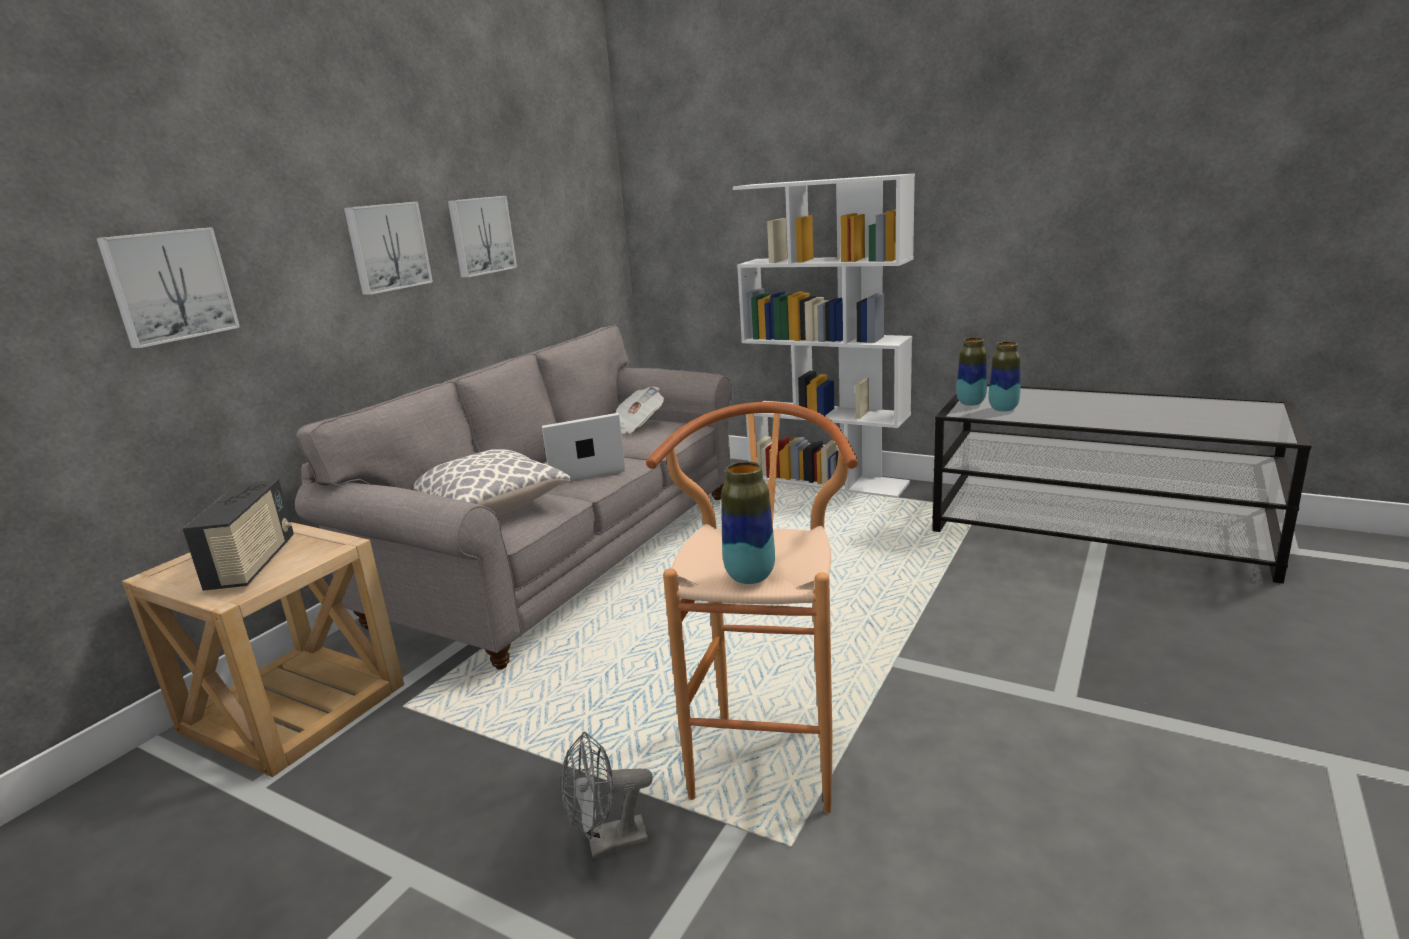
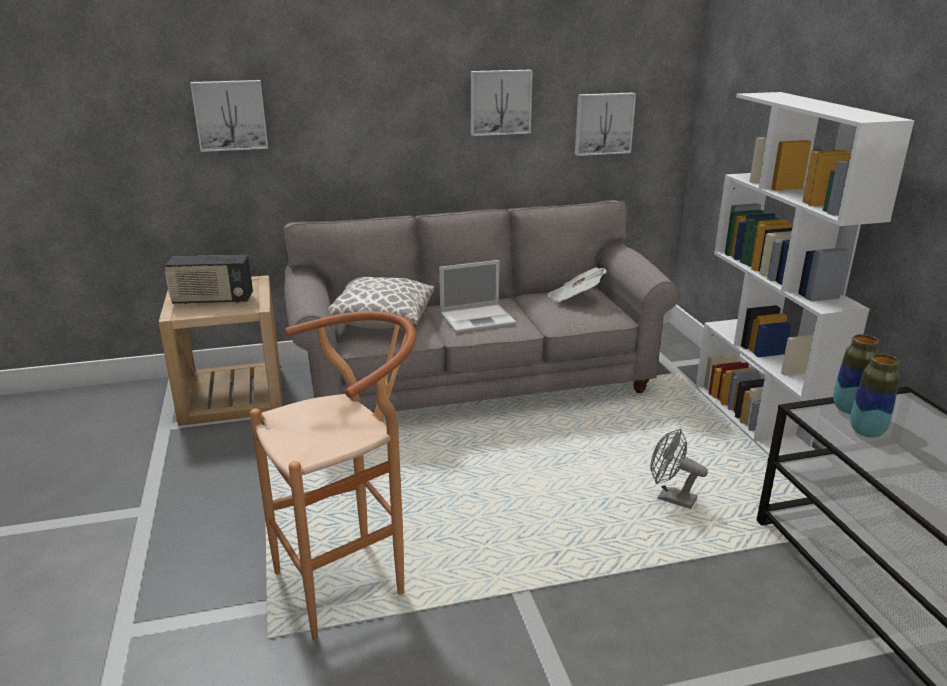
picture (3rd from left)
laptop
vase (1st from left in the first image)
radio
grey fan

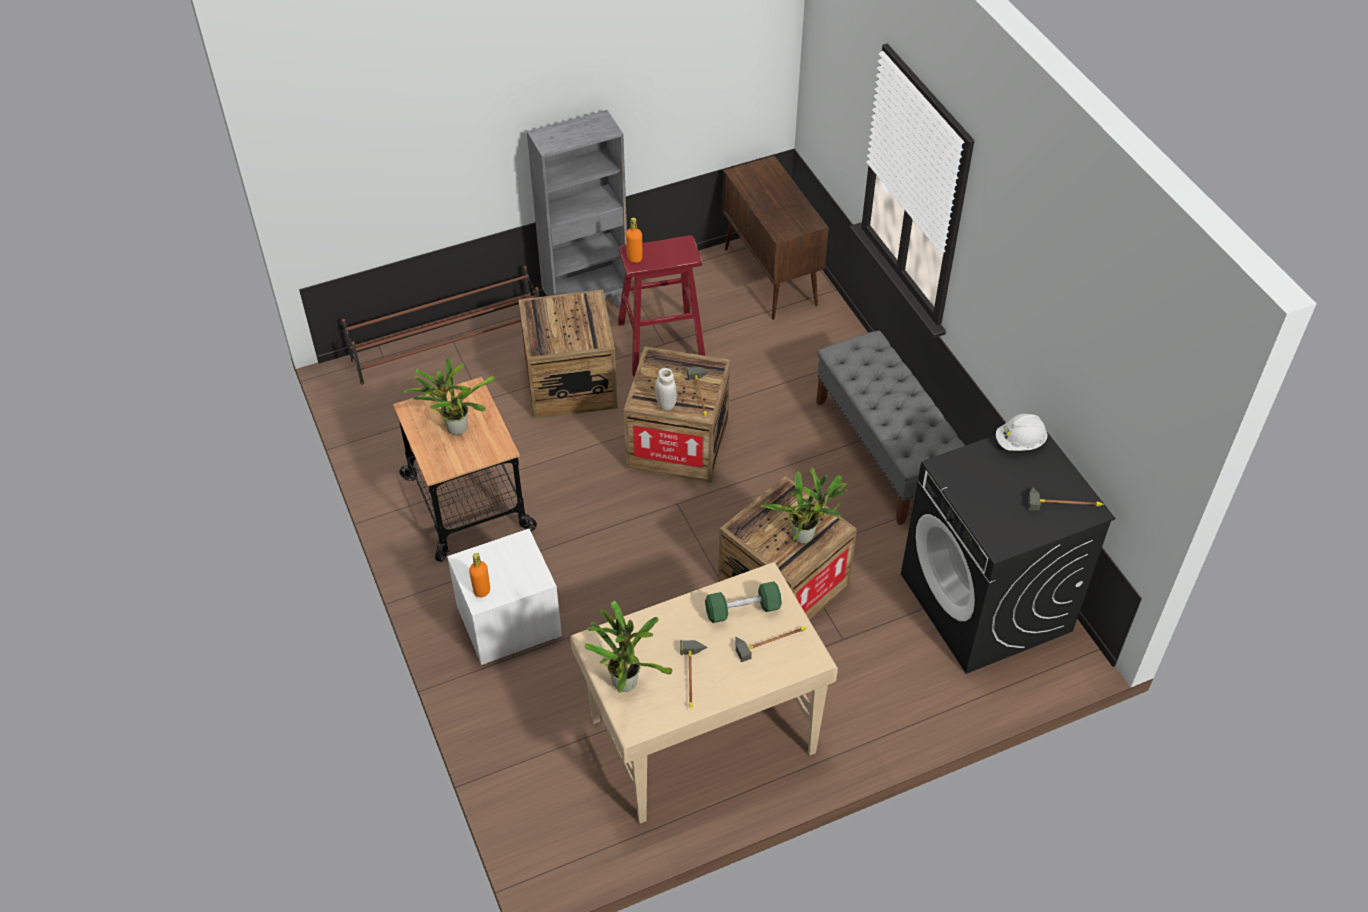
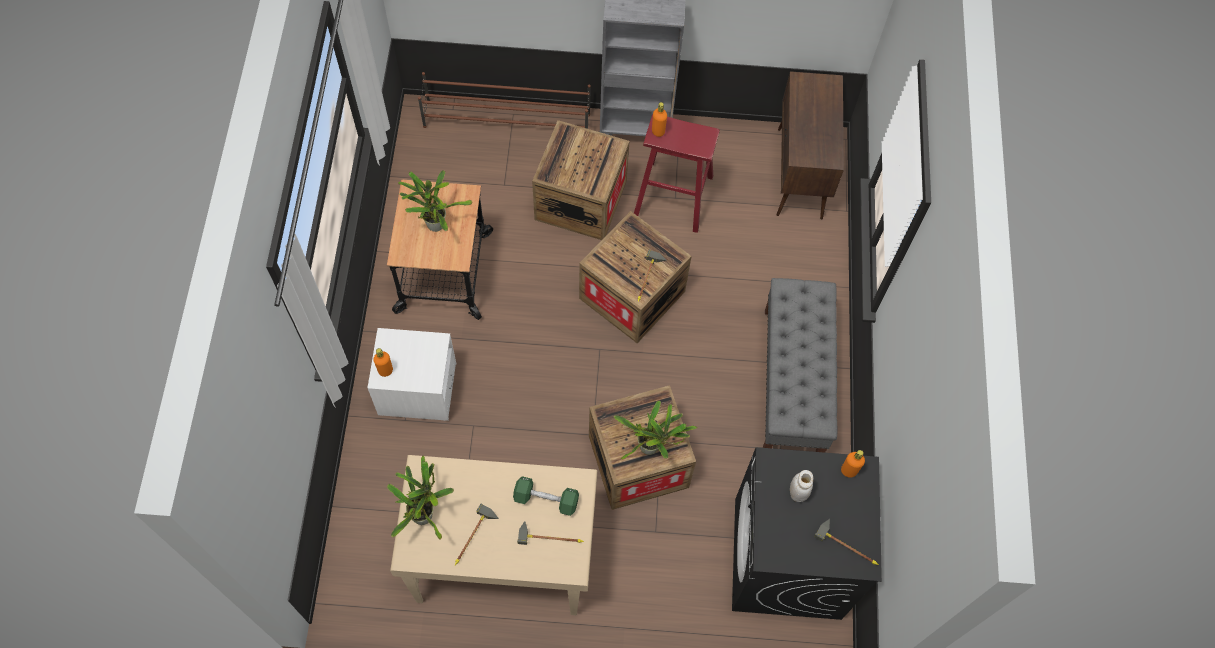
white jar
orange bottle (3rd from left)

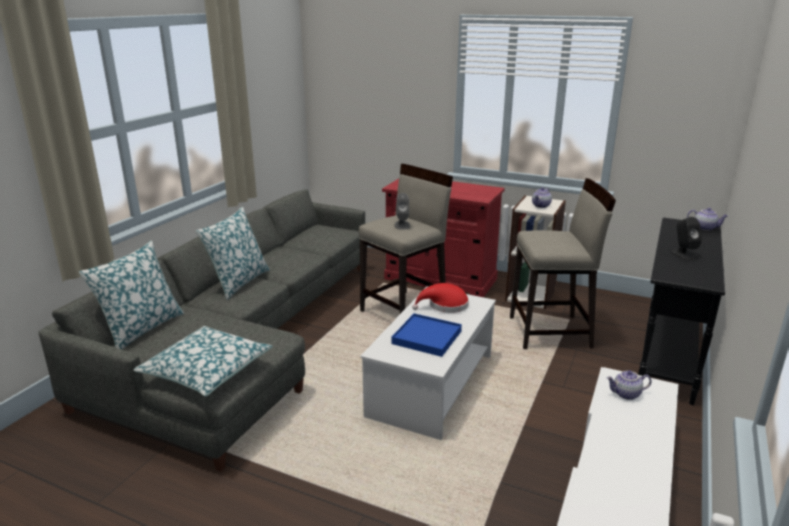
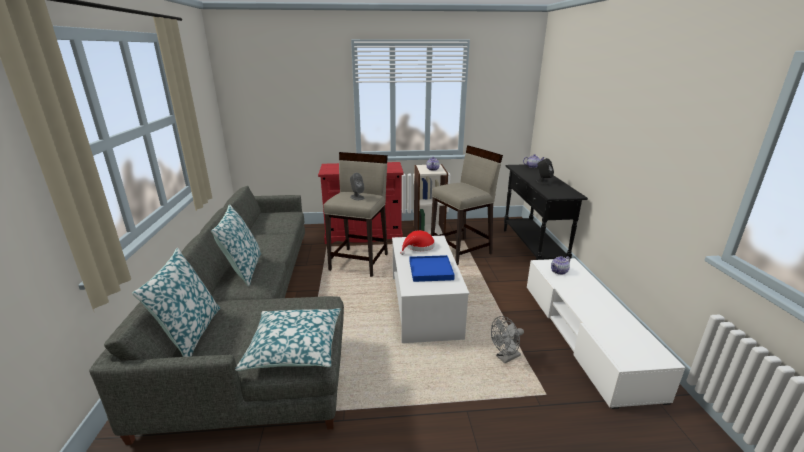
grey fan

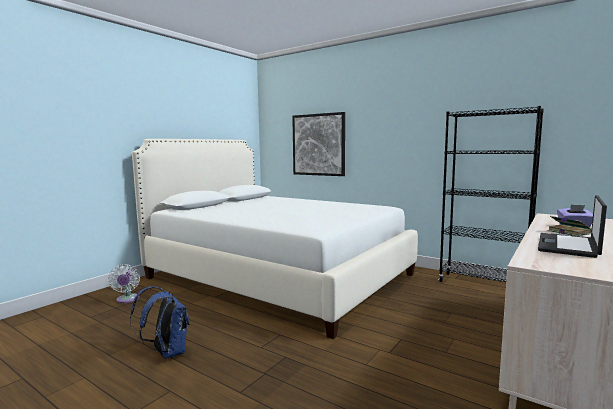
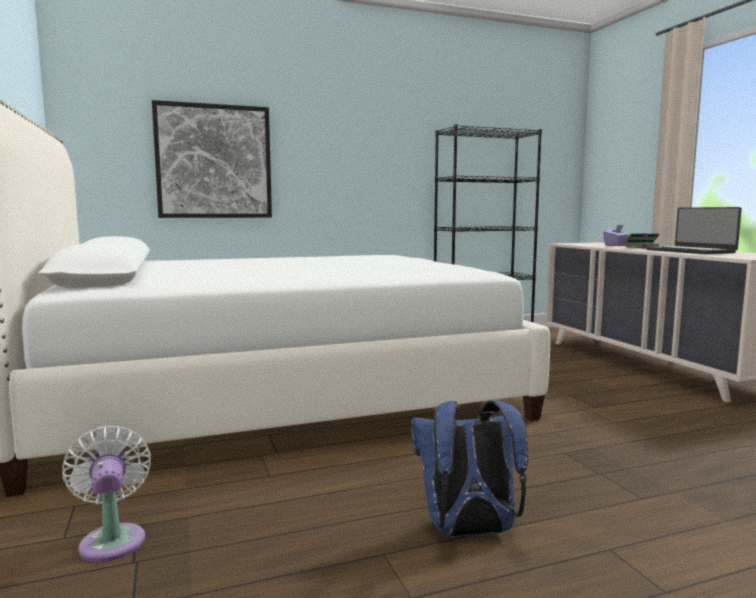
white fan

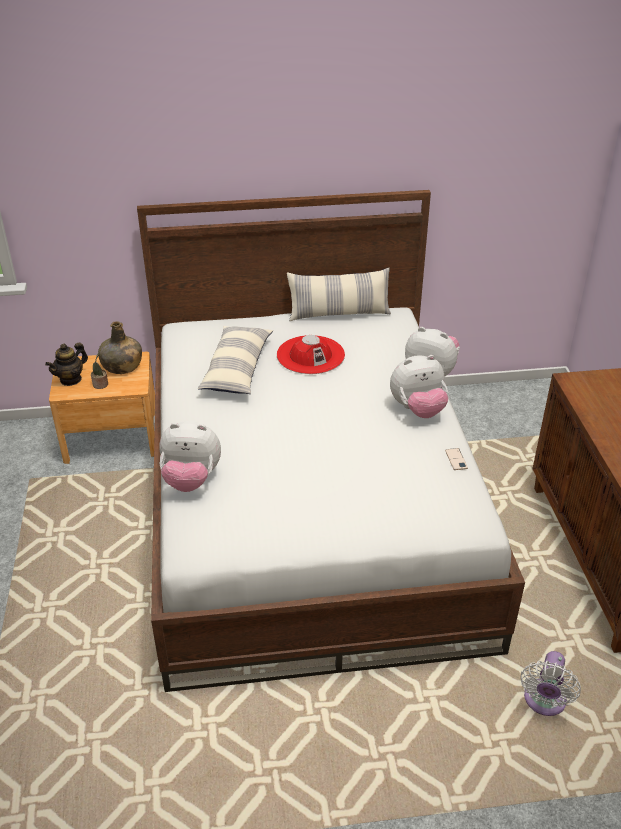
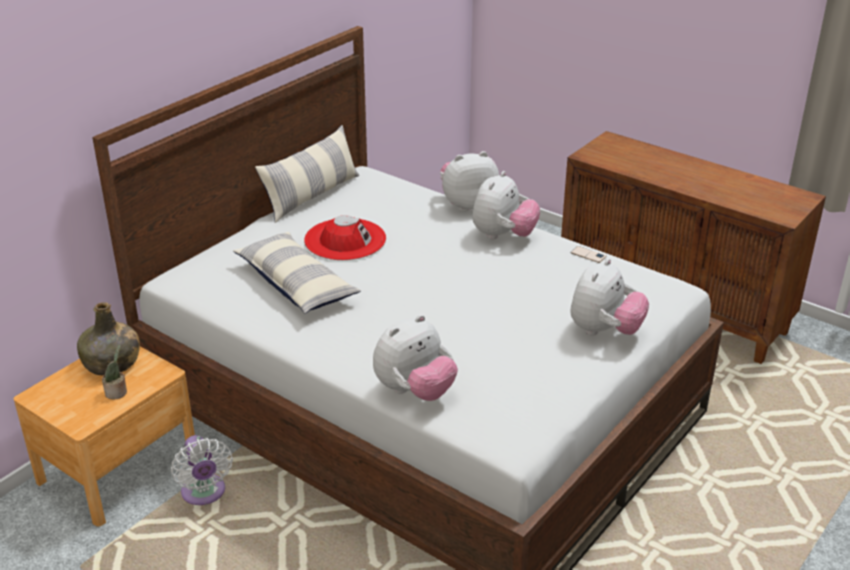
teapot
white fan
plush toy (4th from left)

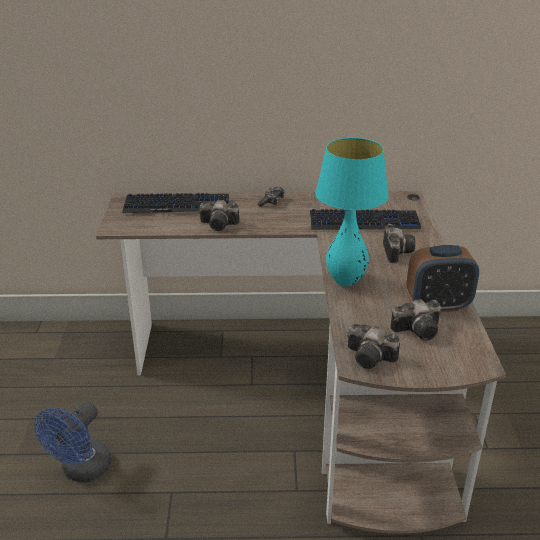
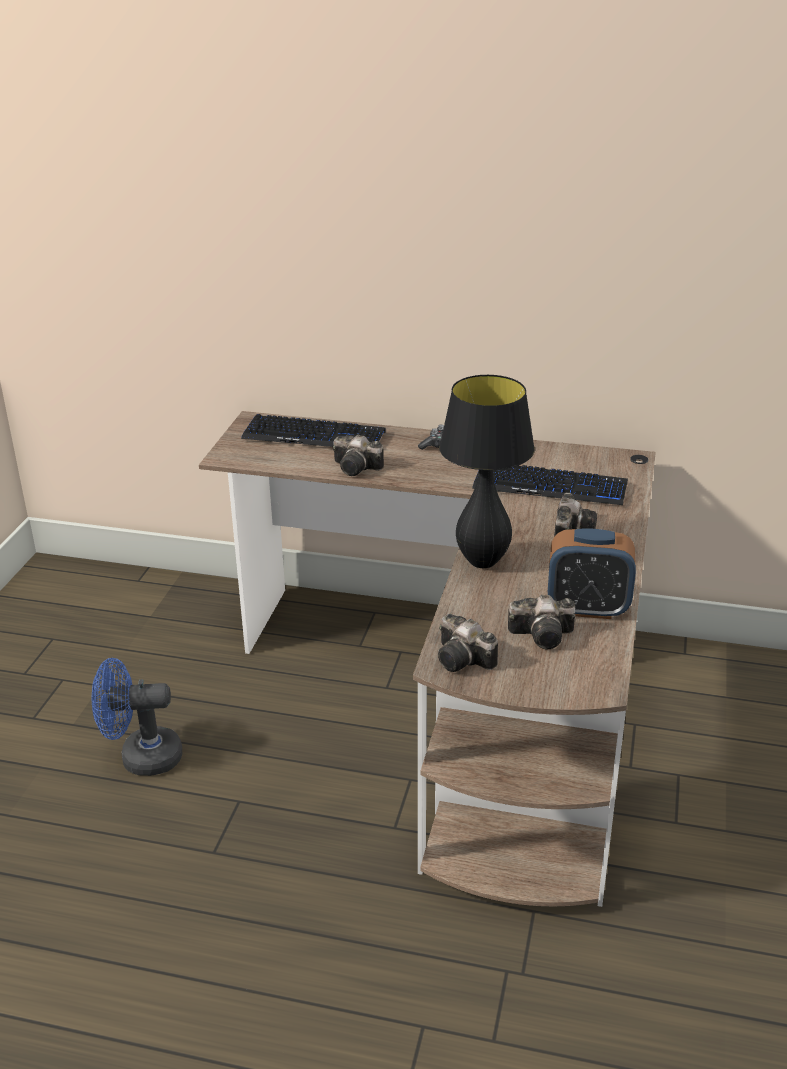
black table lamp
blue fan

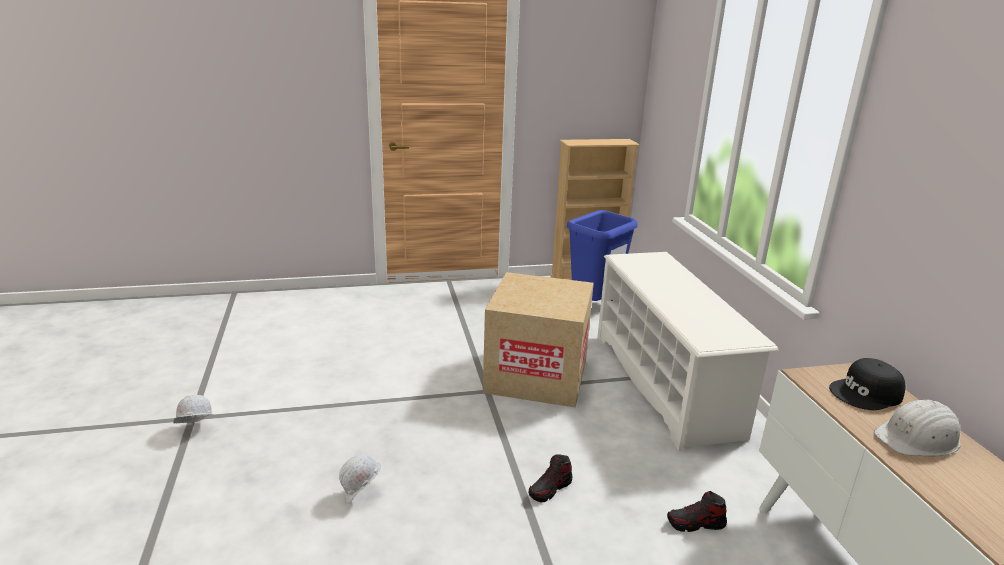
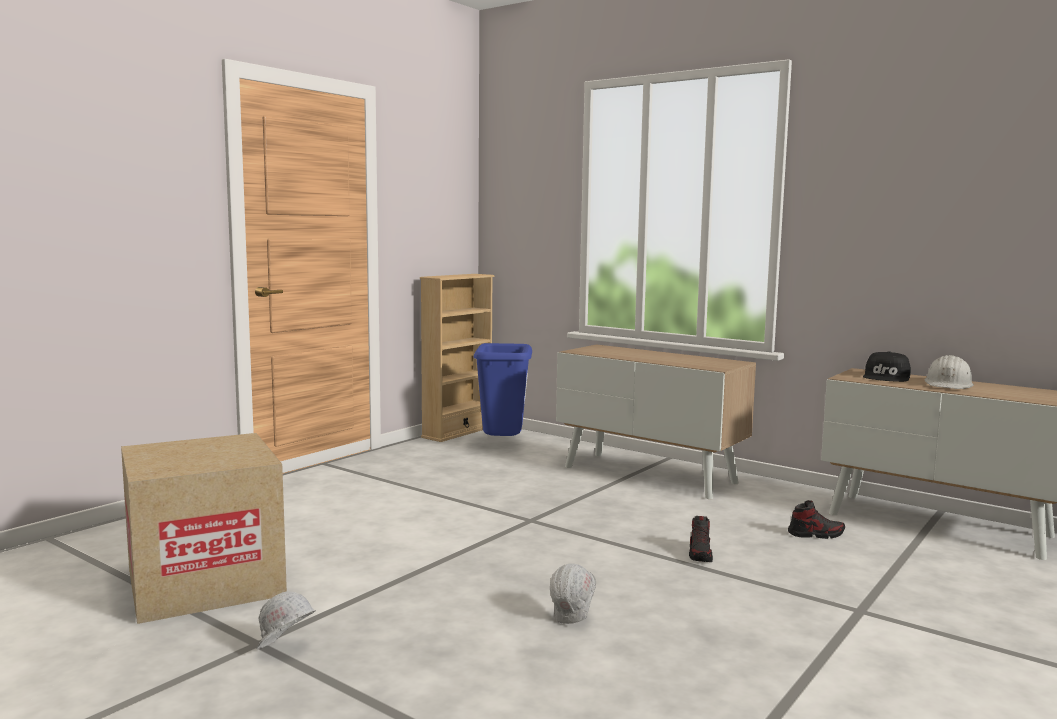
cabinet (1st from left)
cardboard box
shoe (2nd from left)

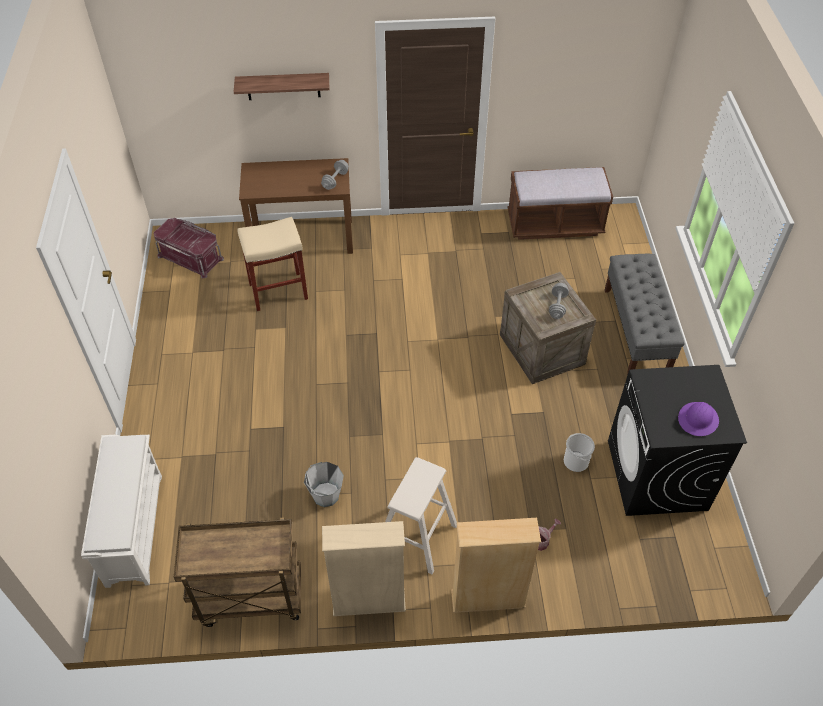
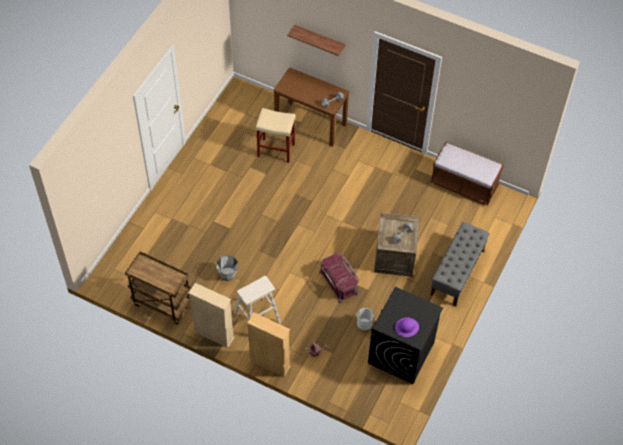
red storage box
white shoe rack

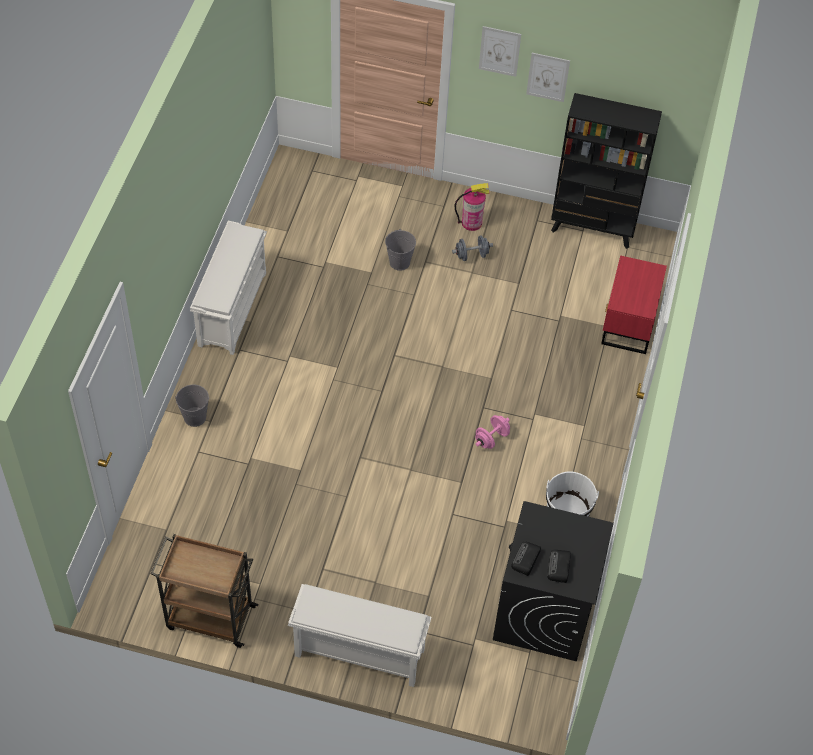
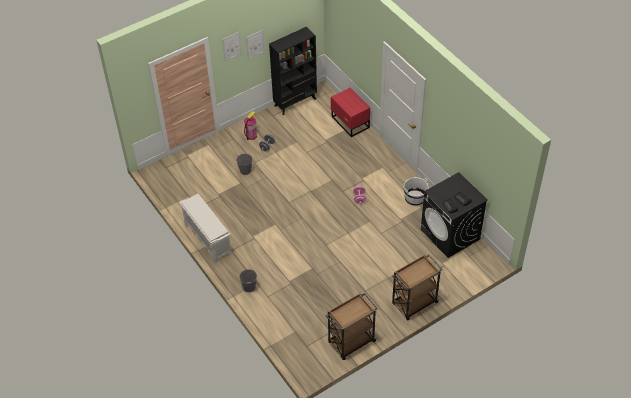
brown cart (2nd from left)

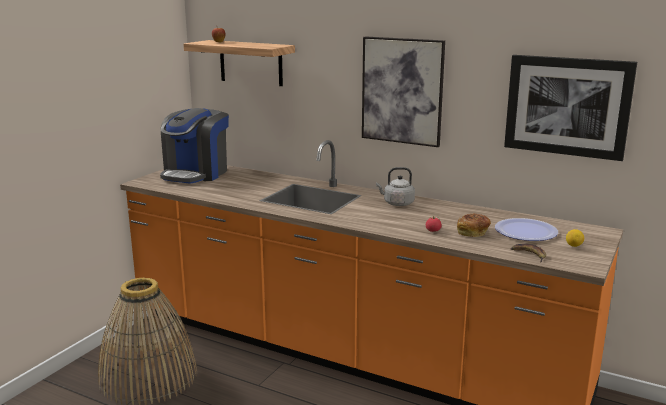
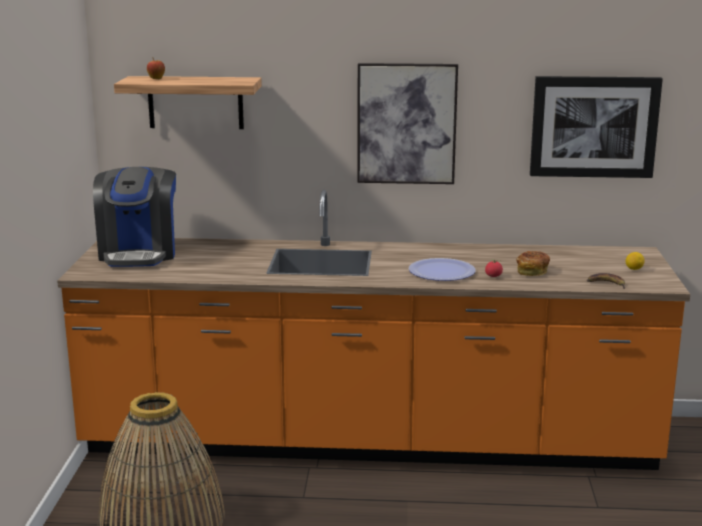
grey kettle
plate

